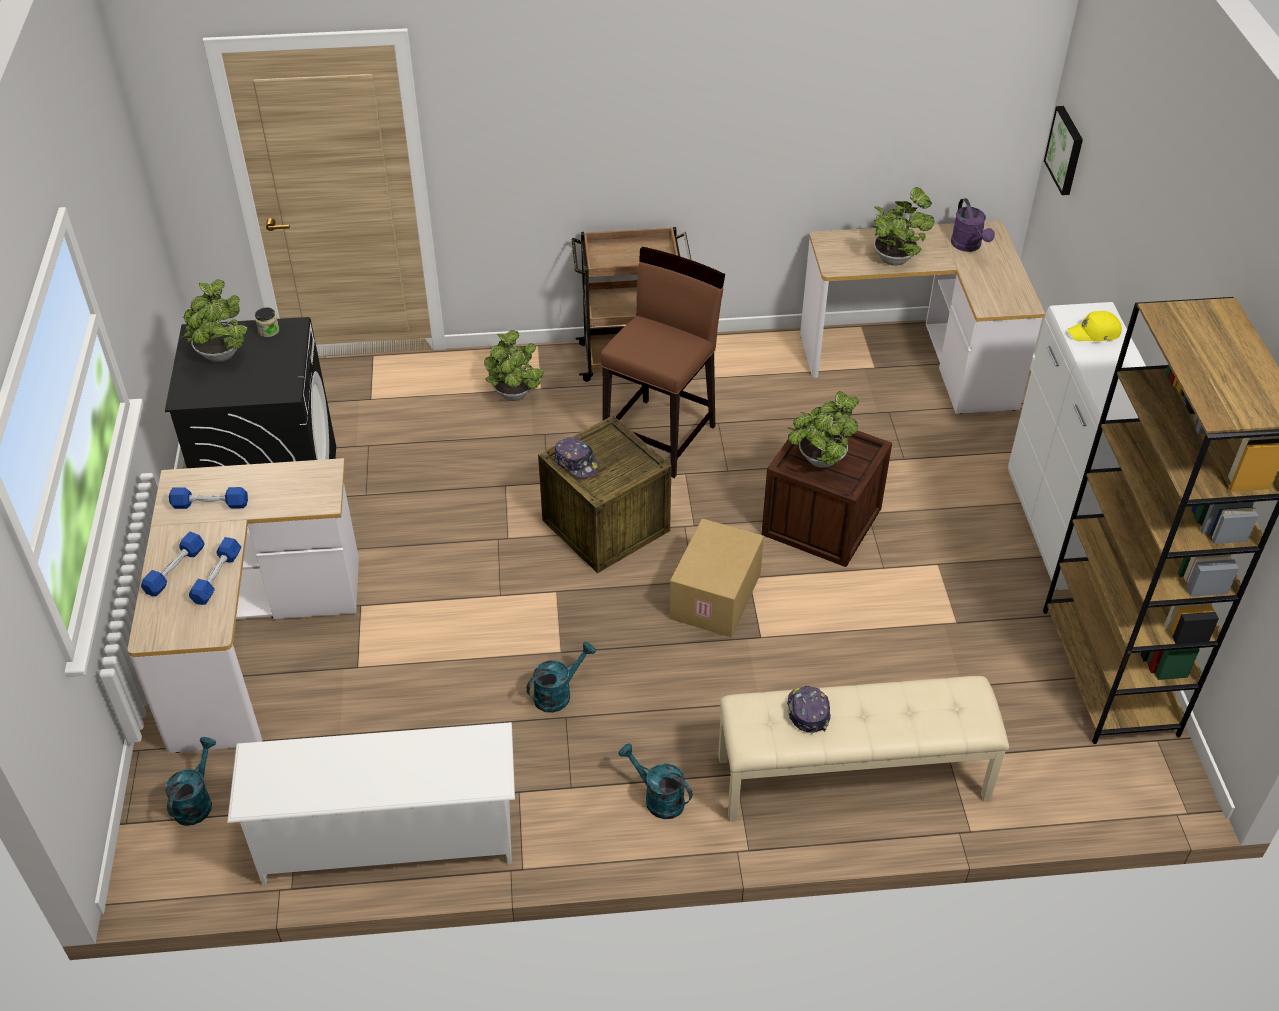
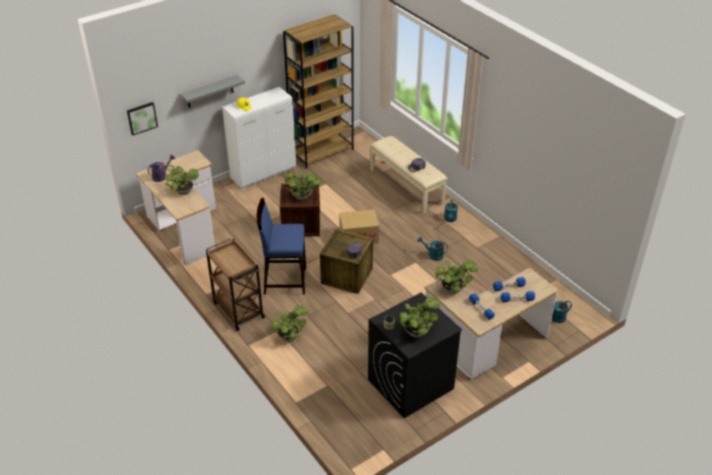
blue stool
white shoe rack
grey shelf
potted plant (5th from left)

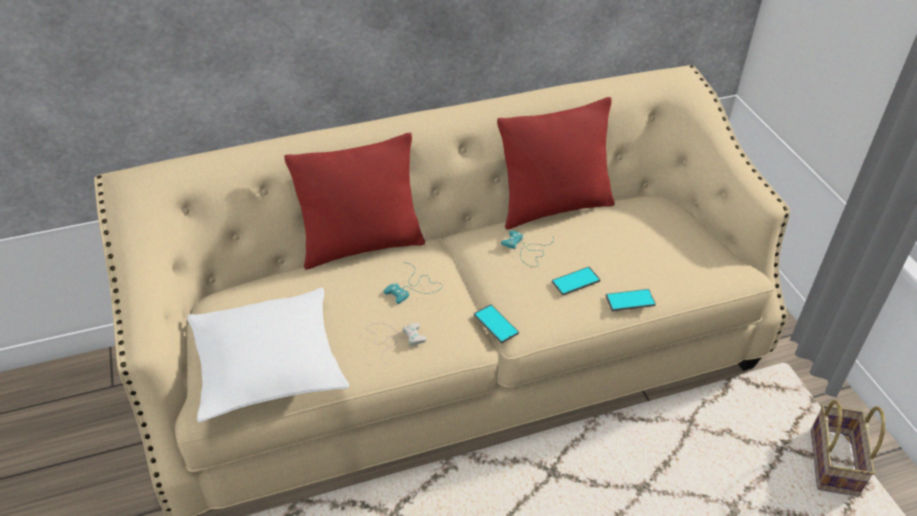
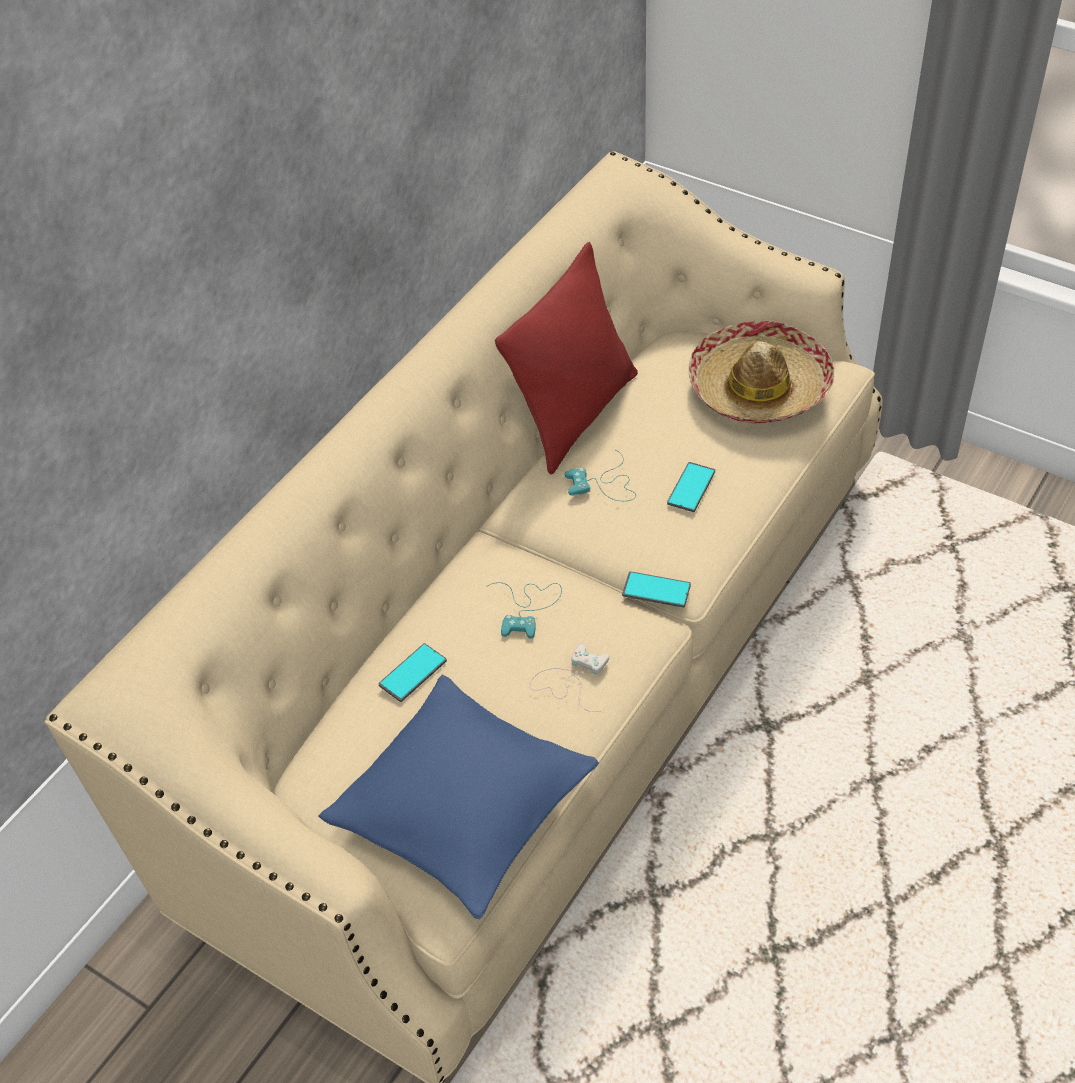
red pillow (1st from left in the first image)
blue pillow
phone (1st from left)
basket
hat

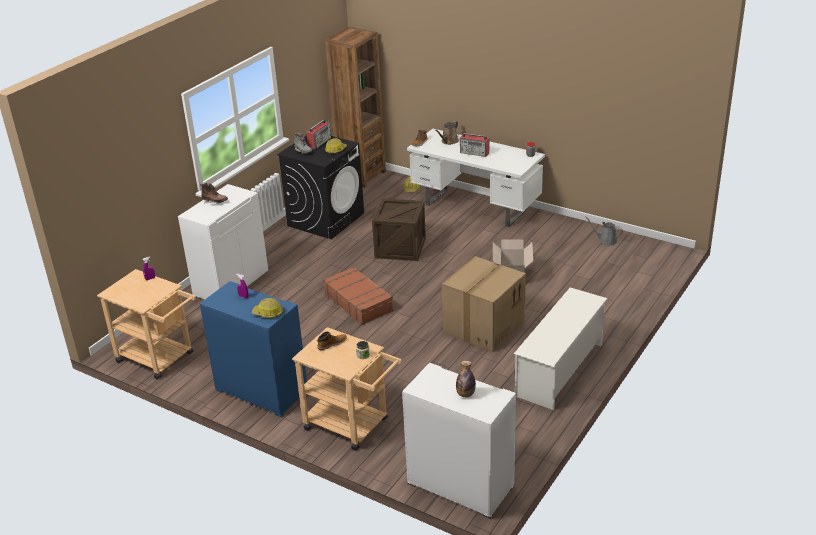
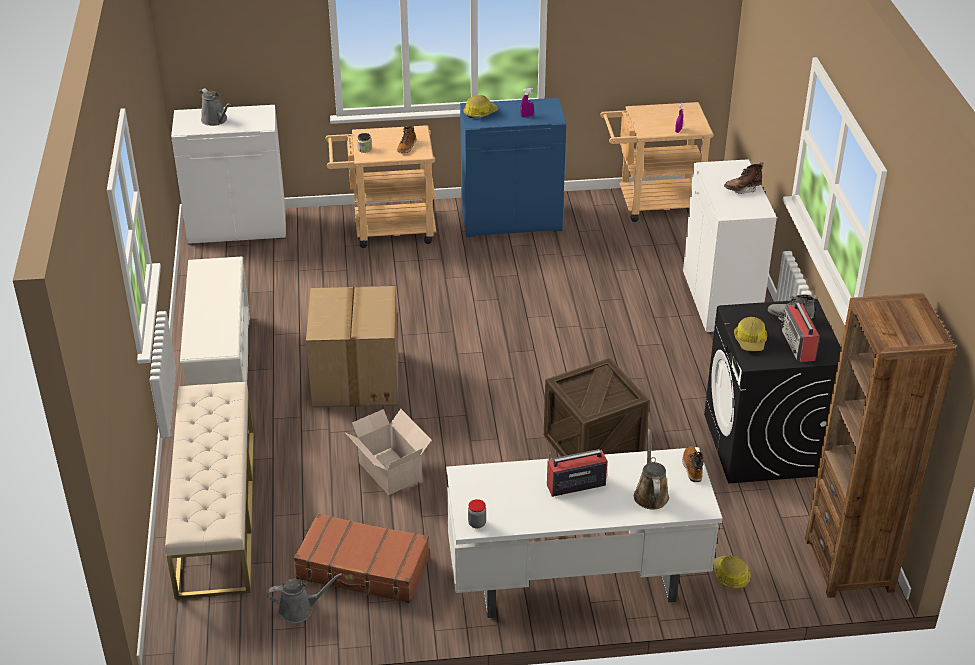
brown suitcase
grey watering can (1st from left)
beige bench

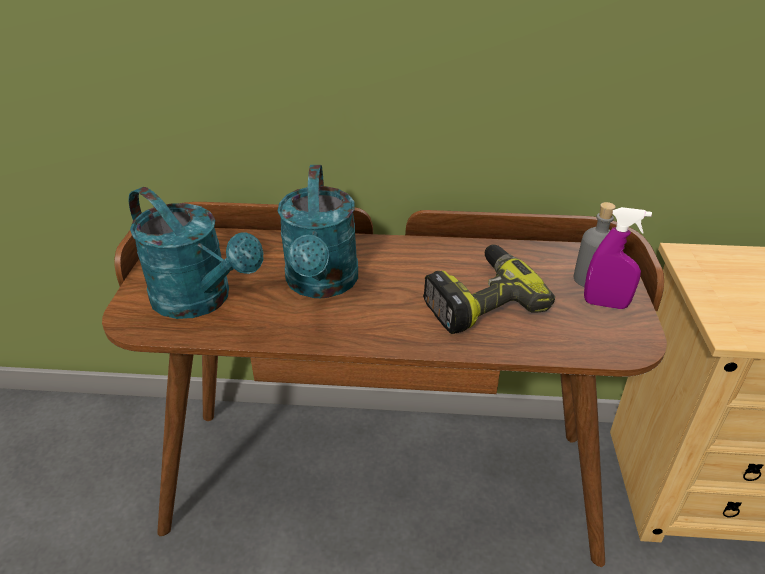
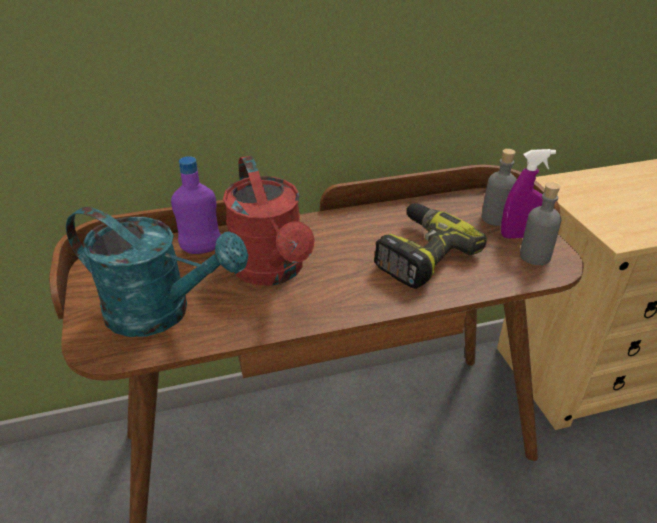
red watering can
purple bottle
grey bottle (2nd from left)

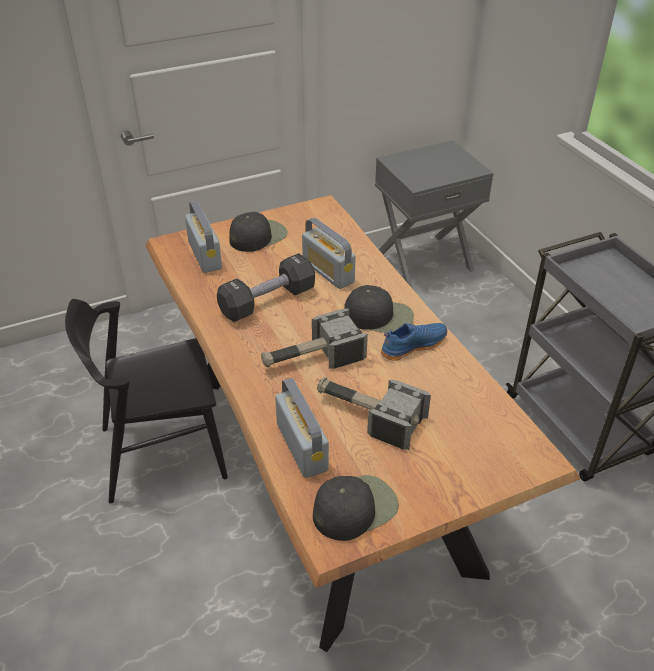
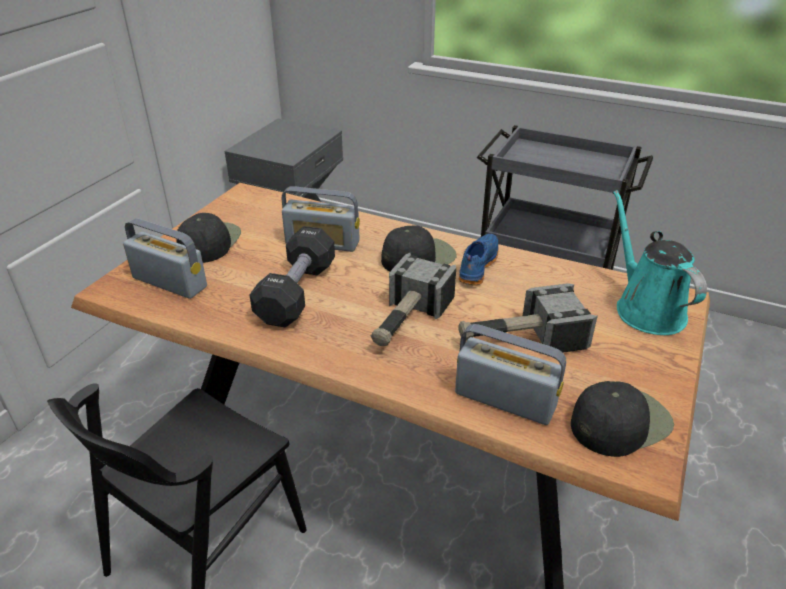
black cap (3rd from left)
turquoise watering can

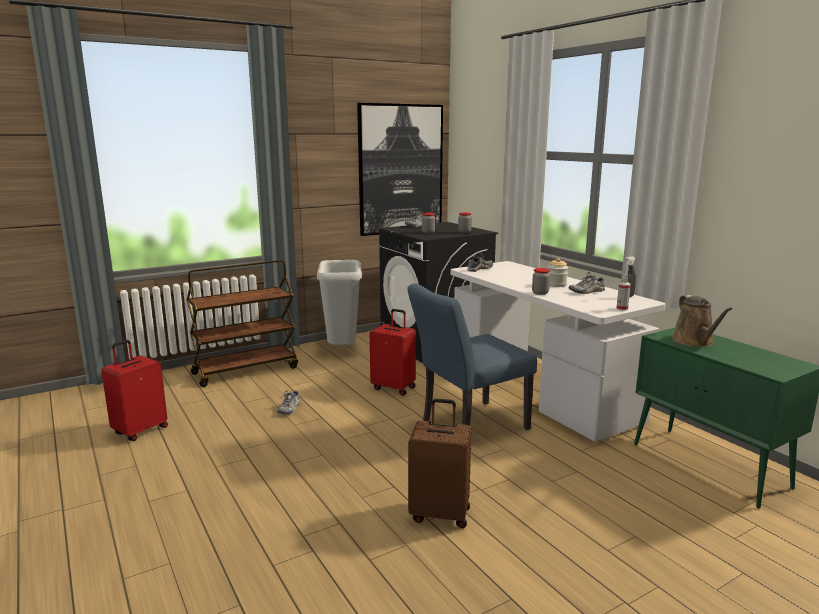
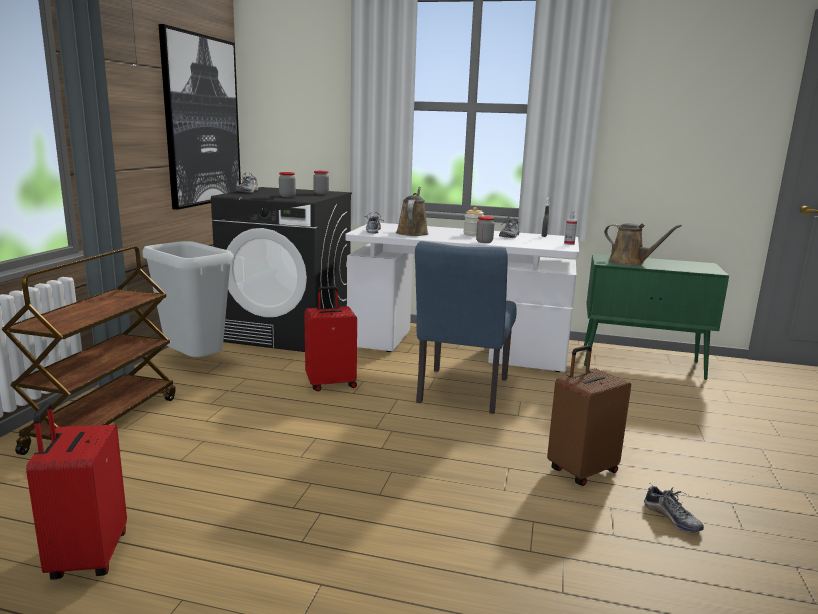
shoe (4th from left)
brown watering can (1st from left)

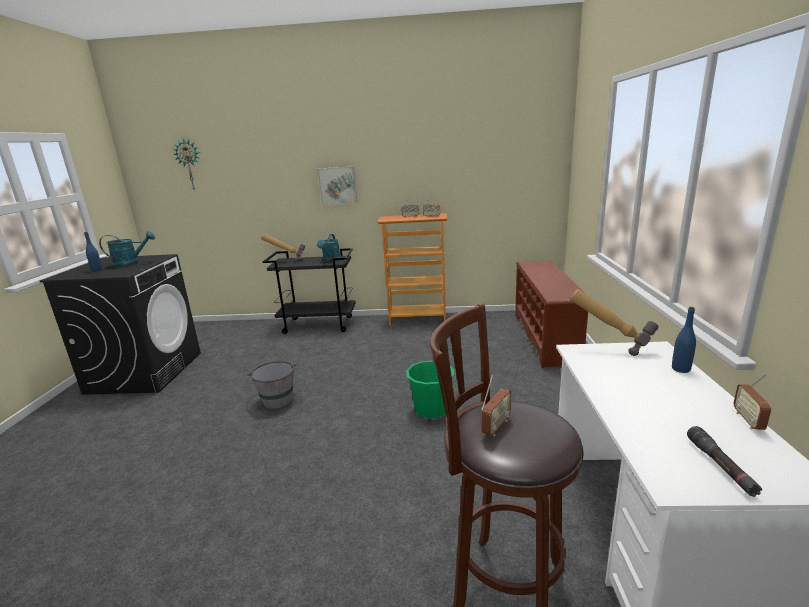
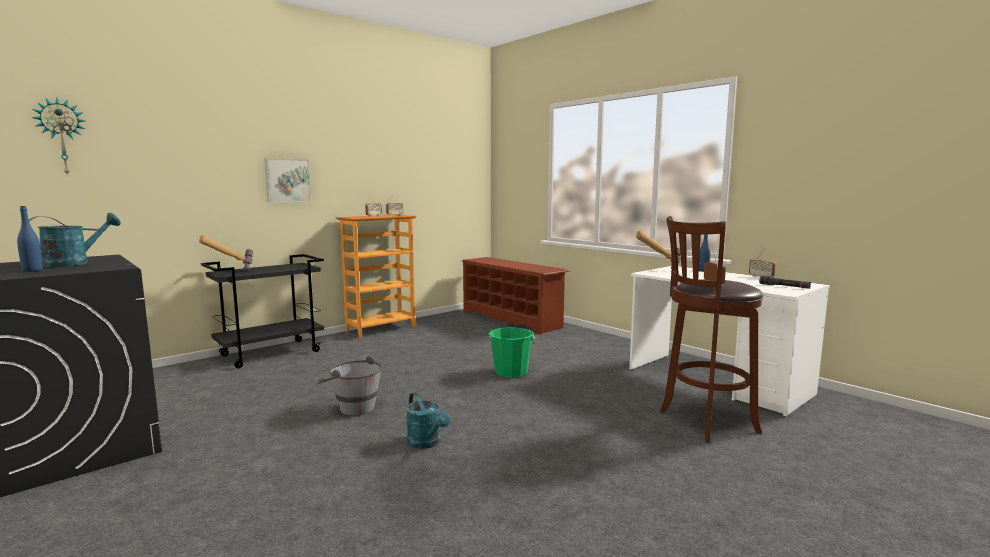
turquoise watering can (2nd from left)

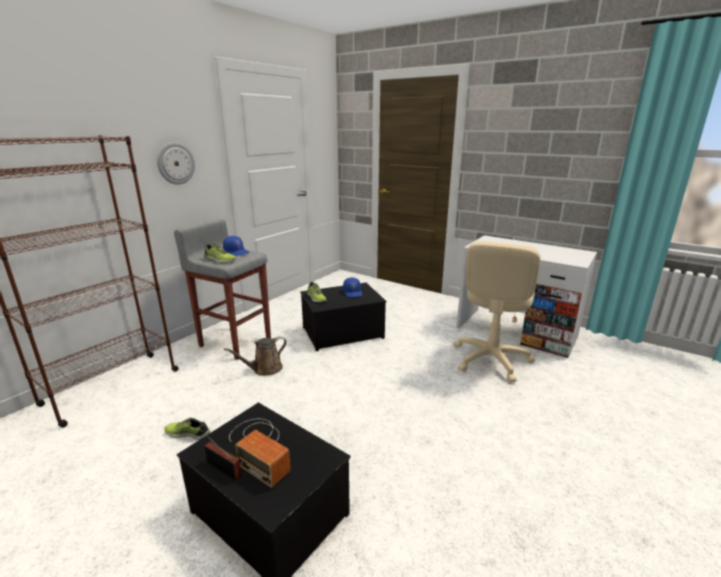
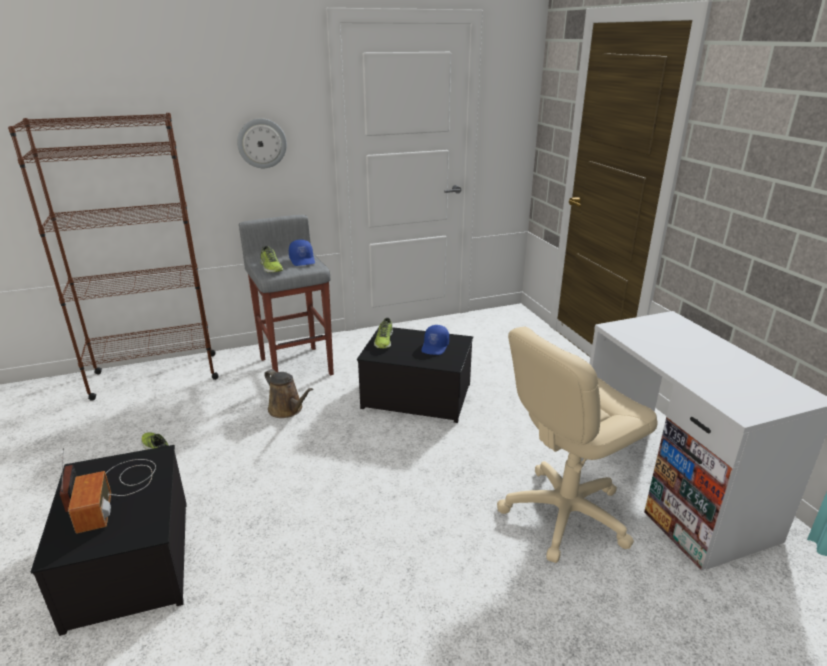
brown watering can

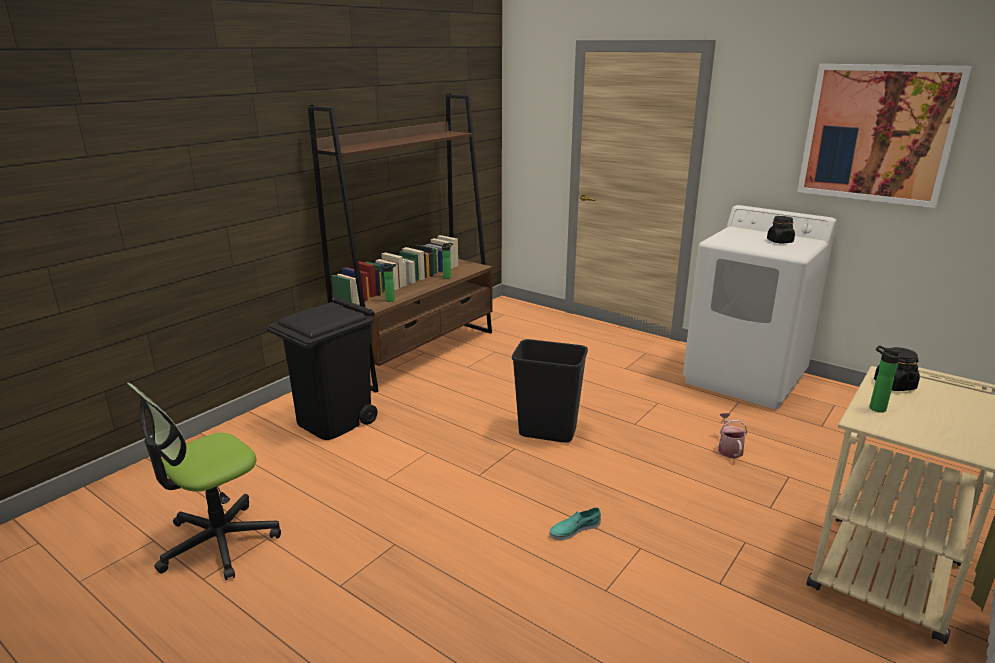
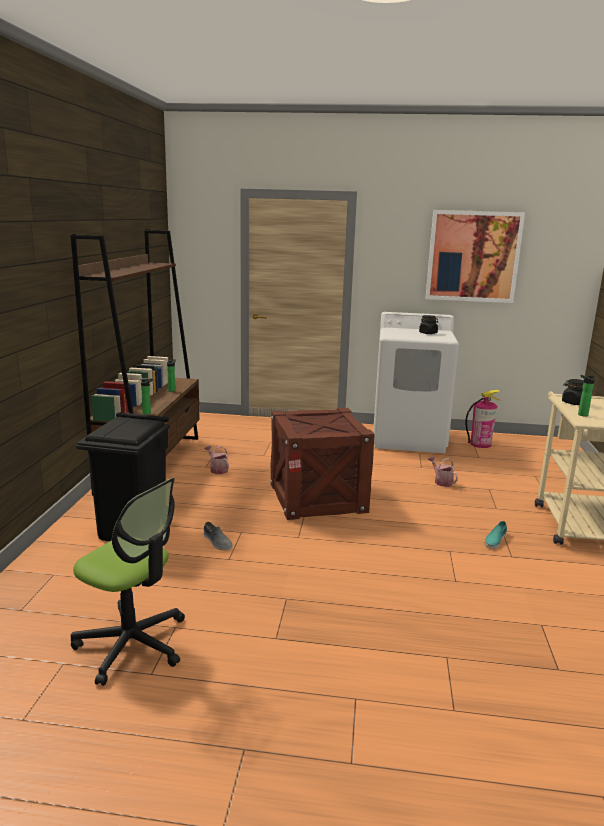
crate
office chair
turquoise shoe
fire extinguisher
watering can (1st from left)
grey shoe

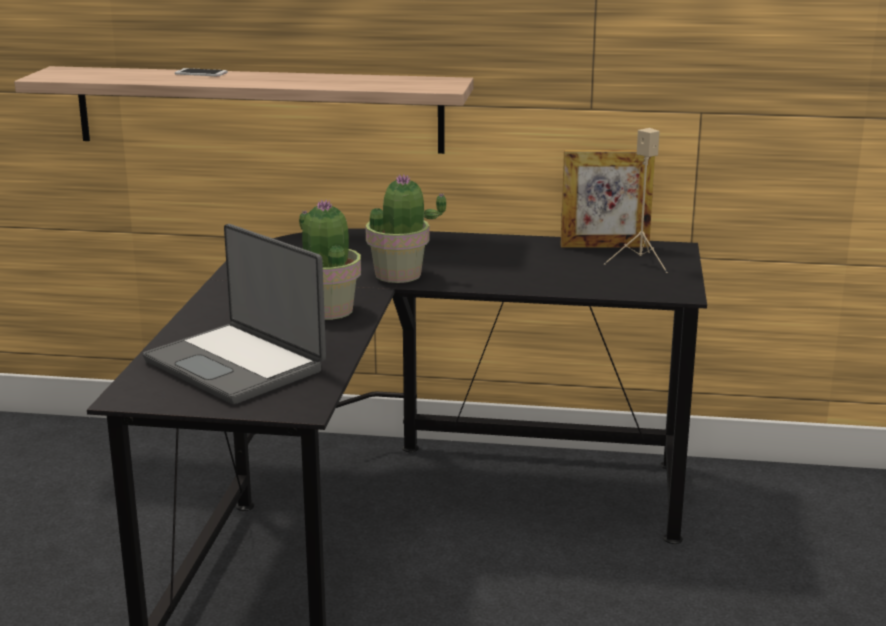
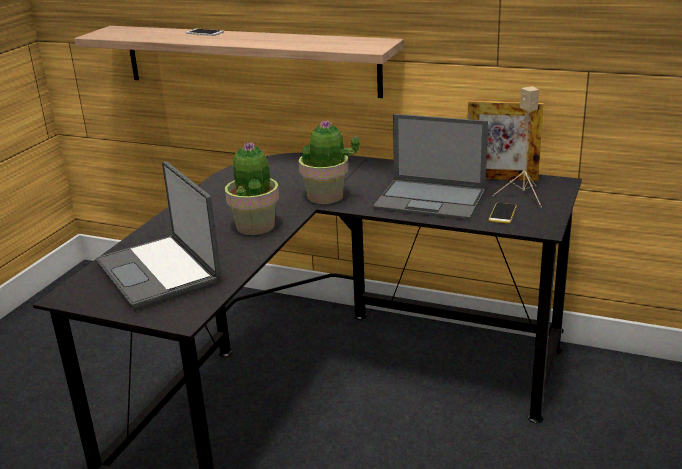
laptop (2nd from left)
phone (2nd from left)

